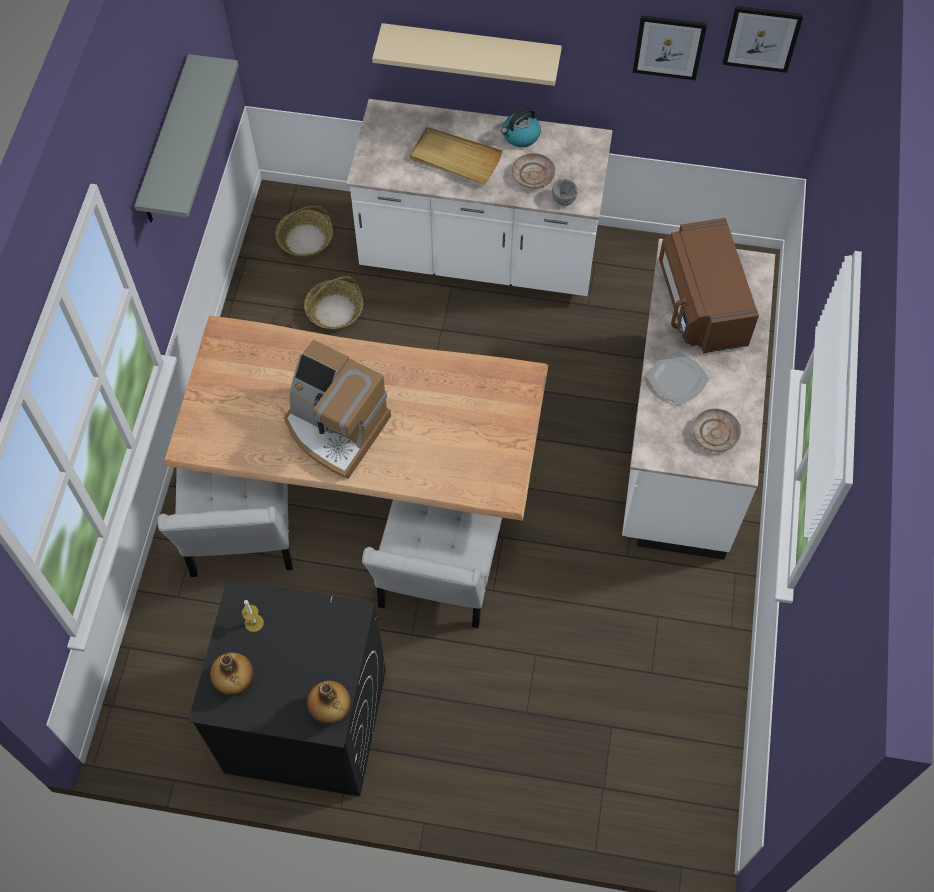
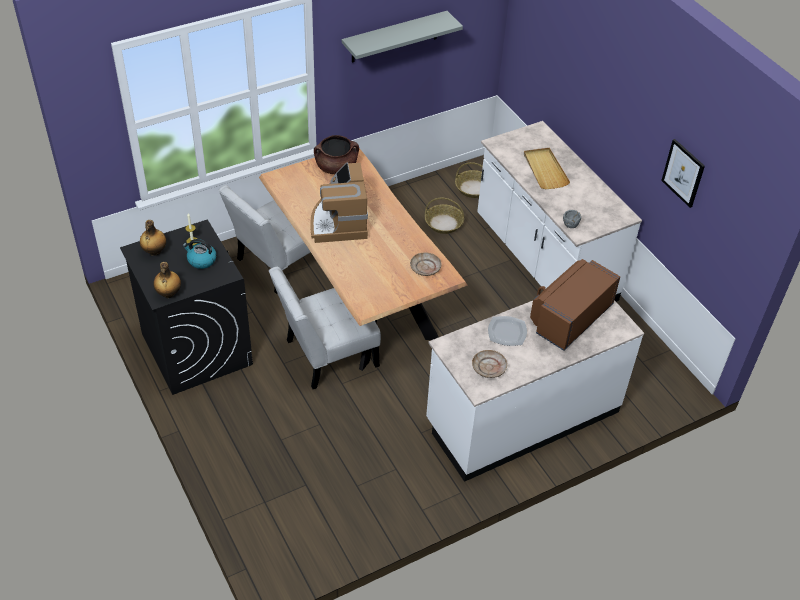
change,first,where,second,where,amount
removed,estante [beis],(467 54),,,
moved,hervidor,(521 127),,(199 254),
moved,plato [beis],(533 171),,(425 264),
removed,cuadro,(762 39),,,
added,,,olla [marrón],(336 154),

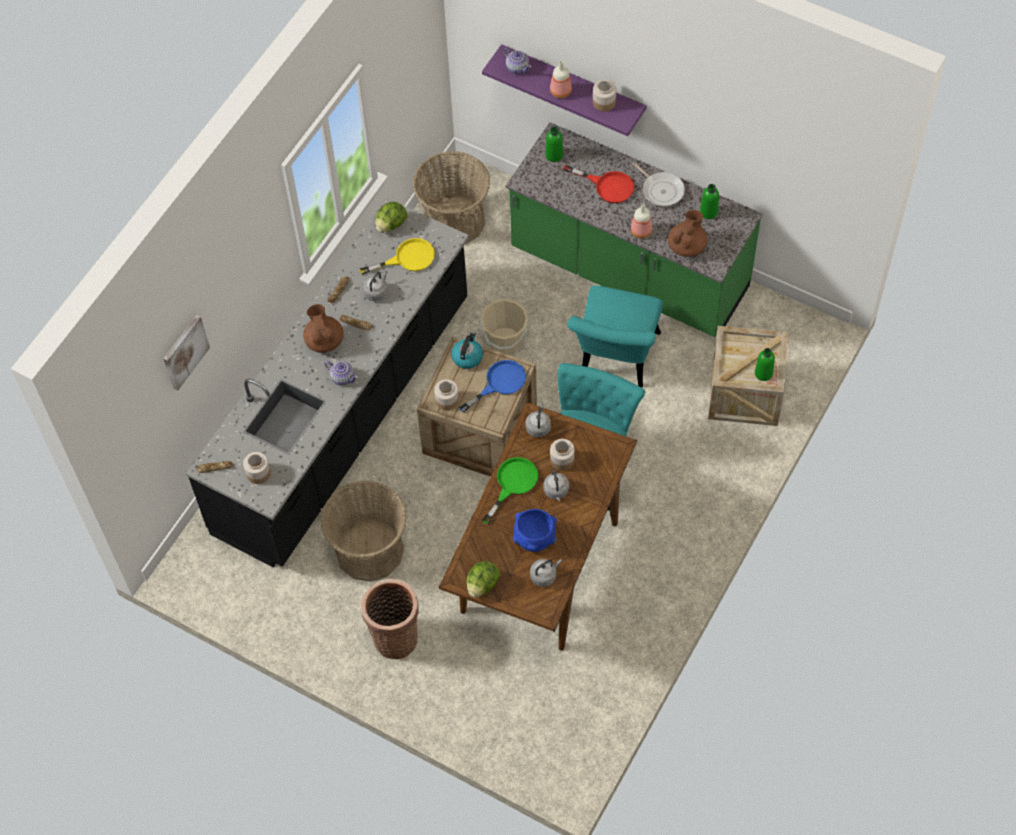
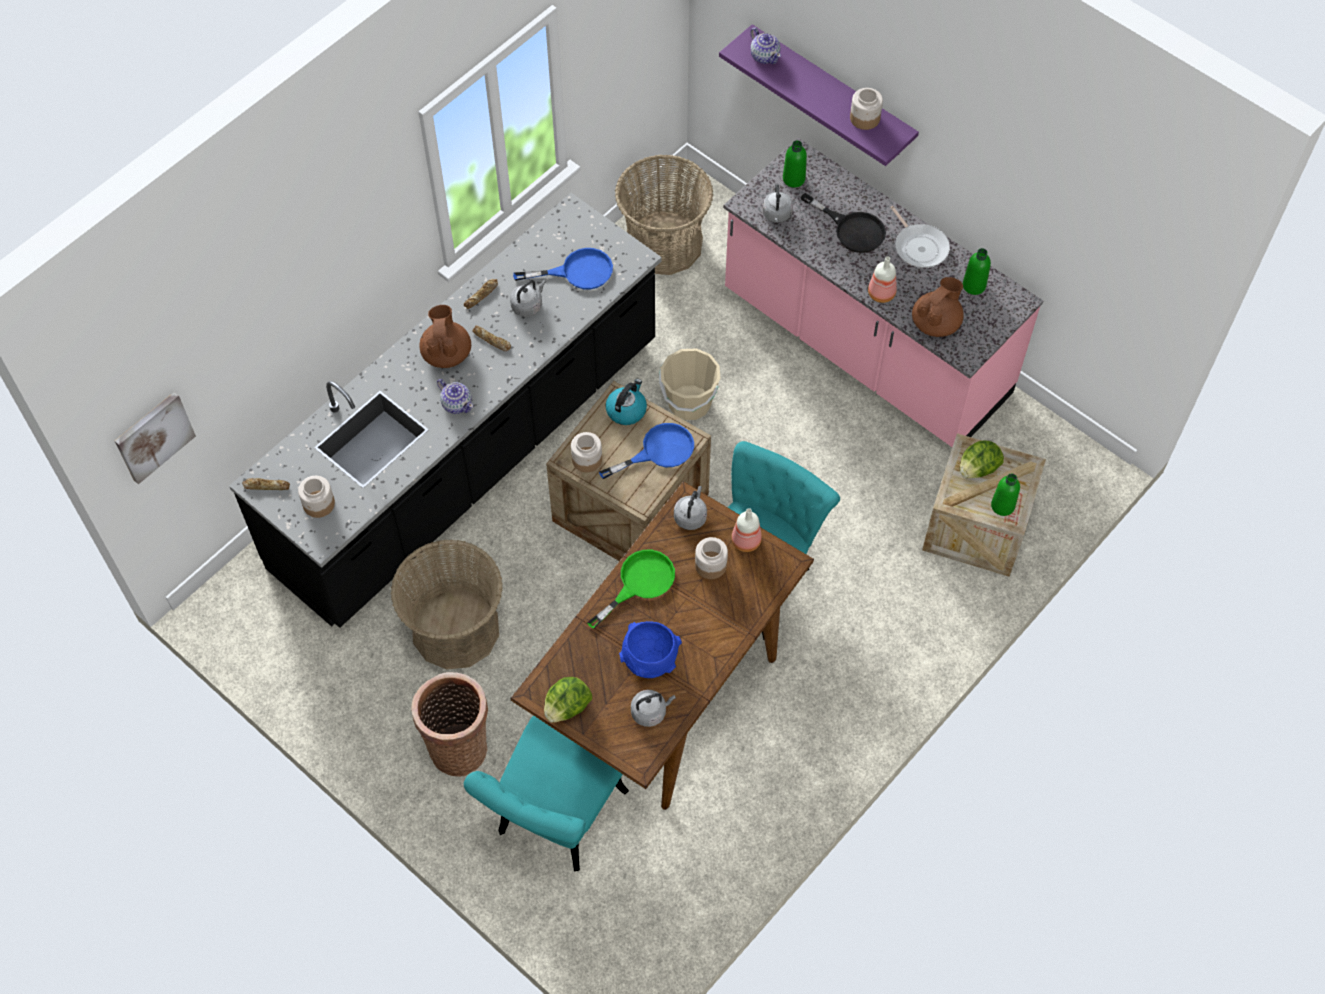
change,first,where,second,where,amount
moved,cuadro,(186 353),,(155 438),
recoloured,sartén [amarillo],(397 256),sartén [azul],(563 269),
moved,lechuga,(391 217),,(982 459),
recoloured,mueble bajo de cocina [verde],(634 229),mueble bajo de cocina [rosa],(883 292),
moved,hervidor [gris],(556 485),,(777 203),
moved,botella,(561 79),,(746 530),
recoloured,sartén [rojo],(598 184),sartén [negro],(843 223),
moved,silla [turquesa],(615 336),,(546 793),

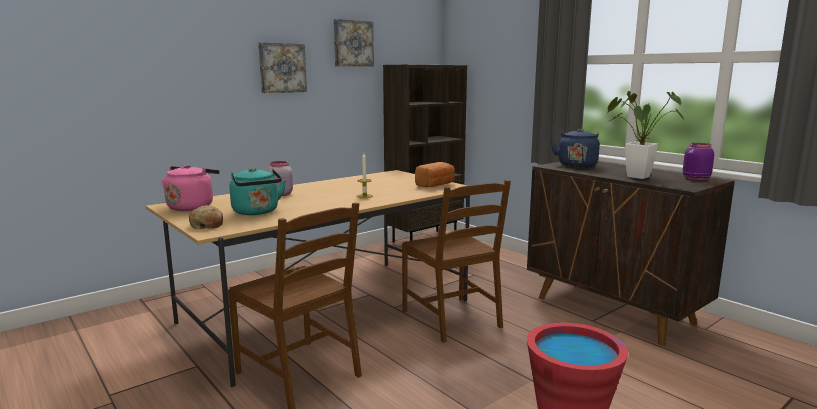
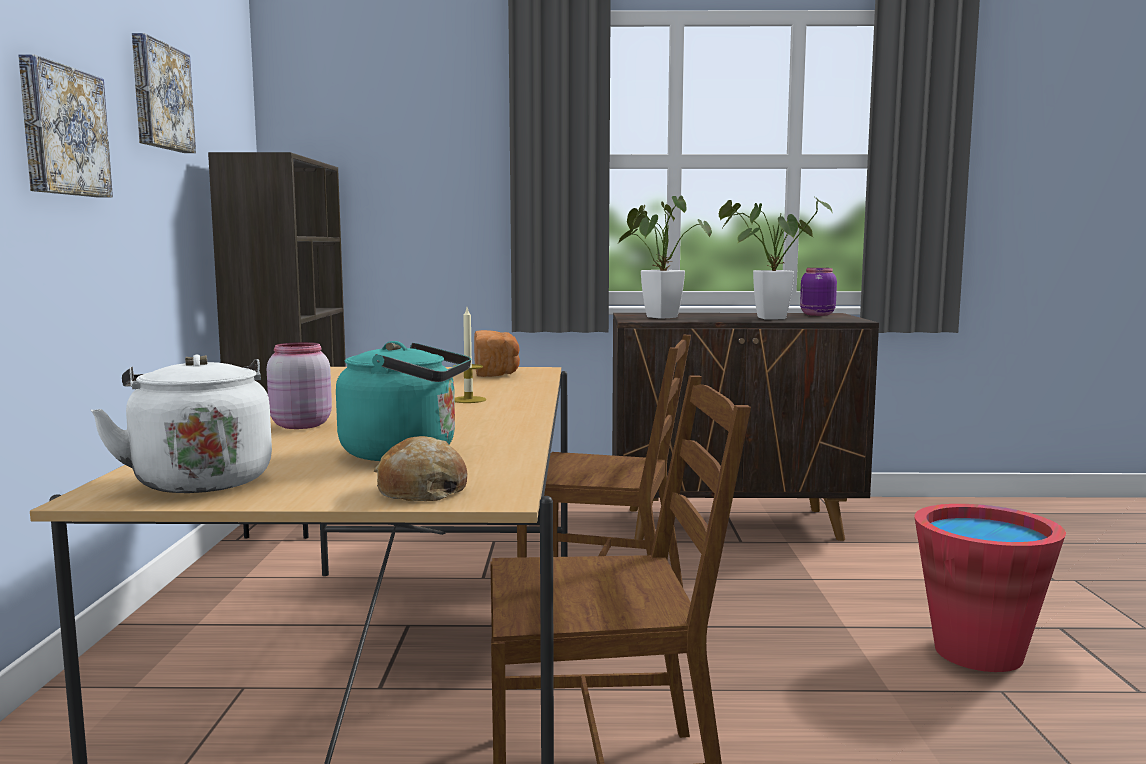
change,first,where,second,where,amount
recoloured,hervidor [rosa],(190 188),hervidor [blanco],(181 423),
replaced,hervidor [azul],(575 148),planta en maceta,(665 257),

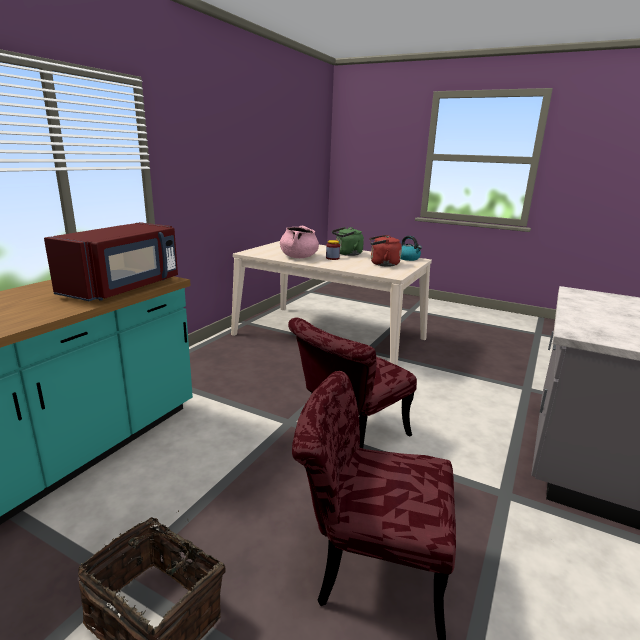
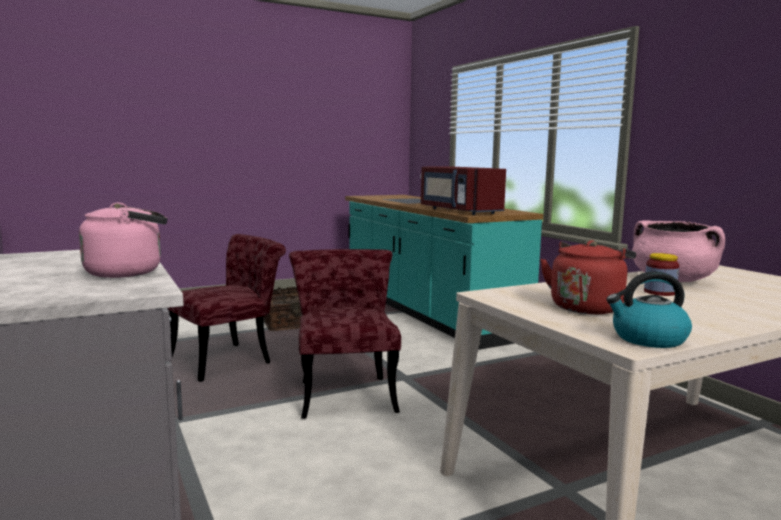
change,first,where,second,where,amount
removed,hervidor [verde],(348 241),,,
added,,,hervidor [rosa],(123 240),

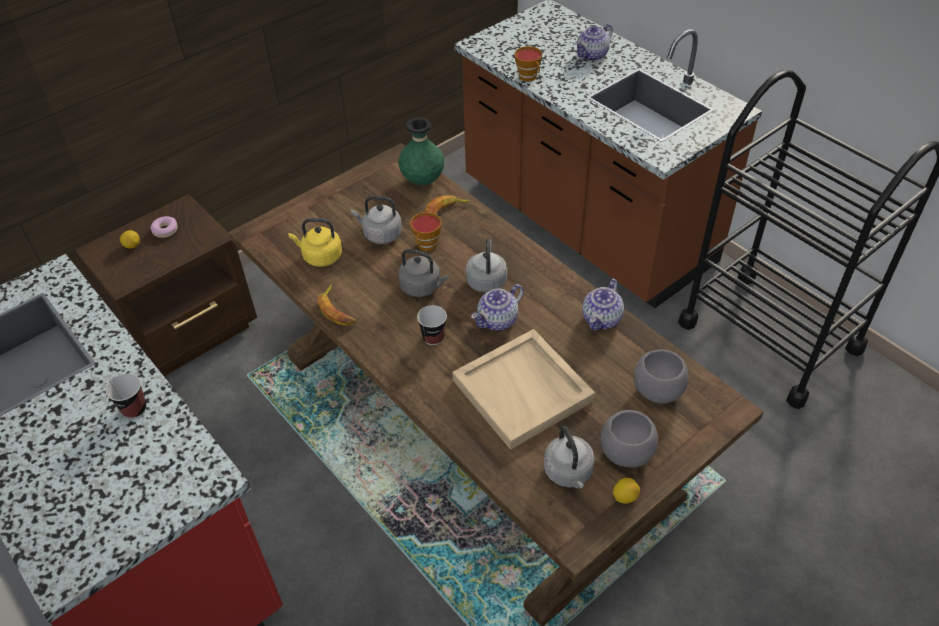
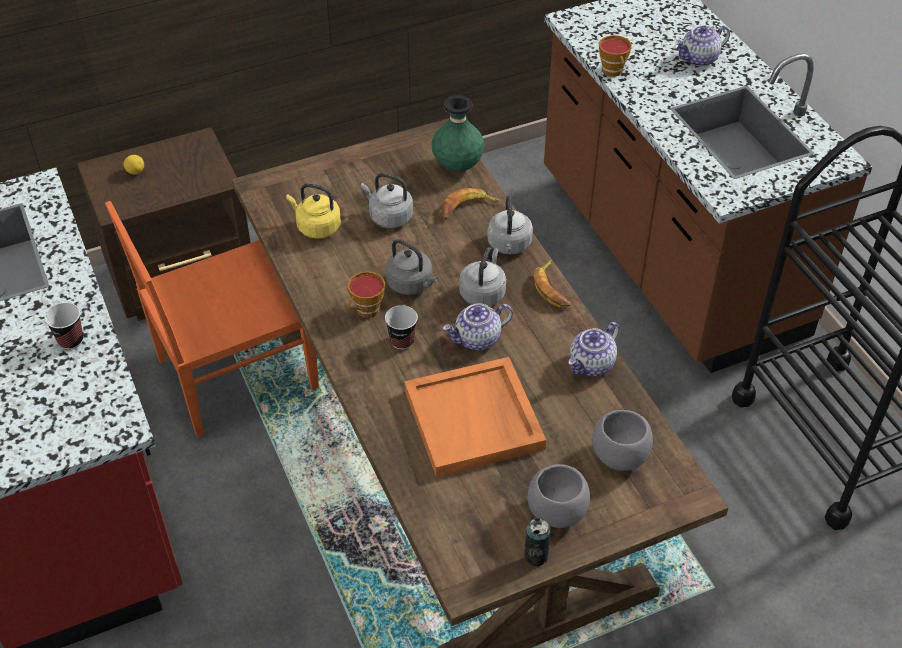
change,first,where,second,where,amount
removed,rosquilla,(164 227),,,
moved,plátano,(337 305),,(552 283),
moved,taza,(426 231),,(366 294),
recoloured,bandeja [beis],(523 389),bandeja [naranja],(475 417),
moved,hervidor [gris],(569 457),,(510 224),
replaced,limón,(626 491),lata,(537 542),
added,,,silla [naranja],(212 319),

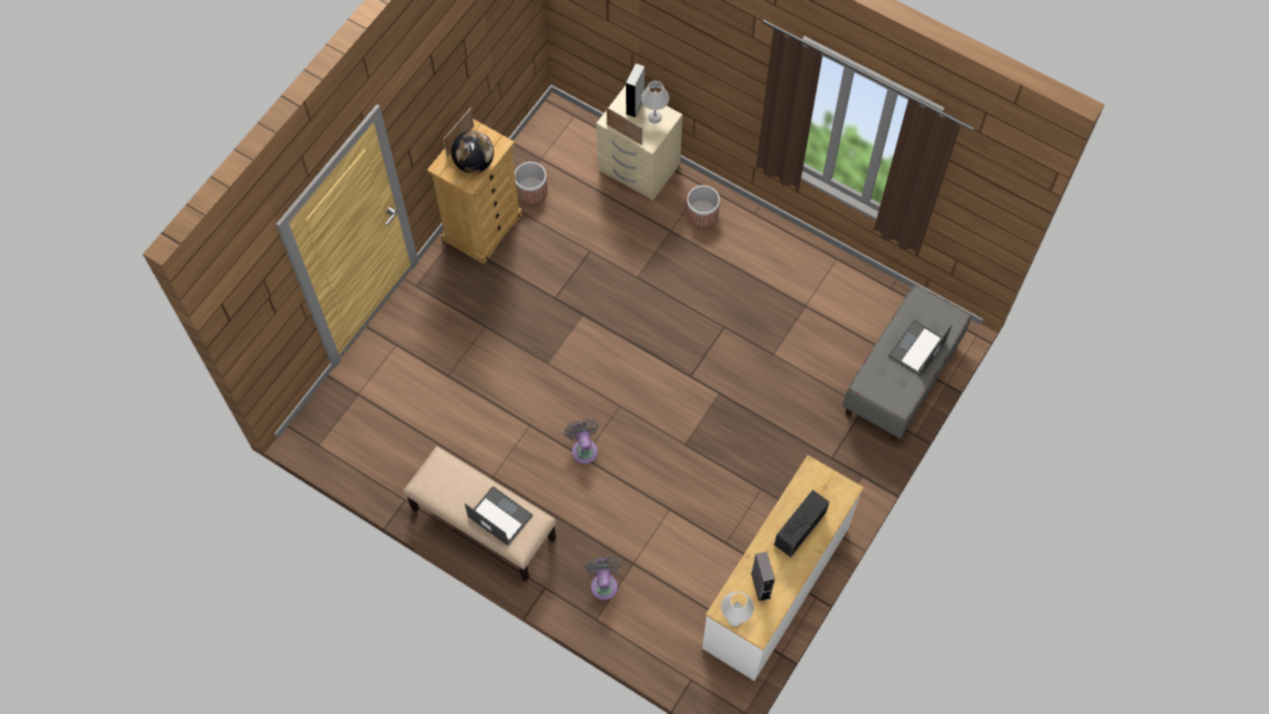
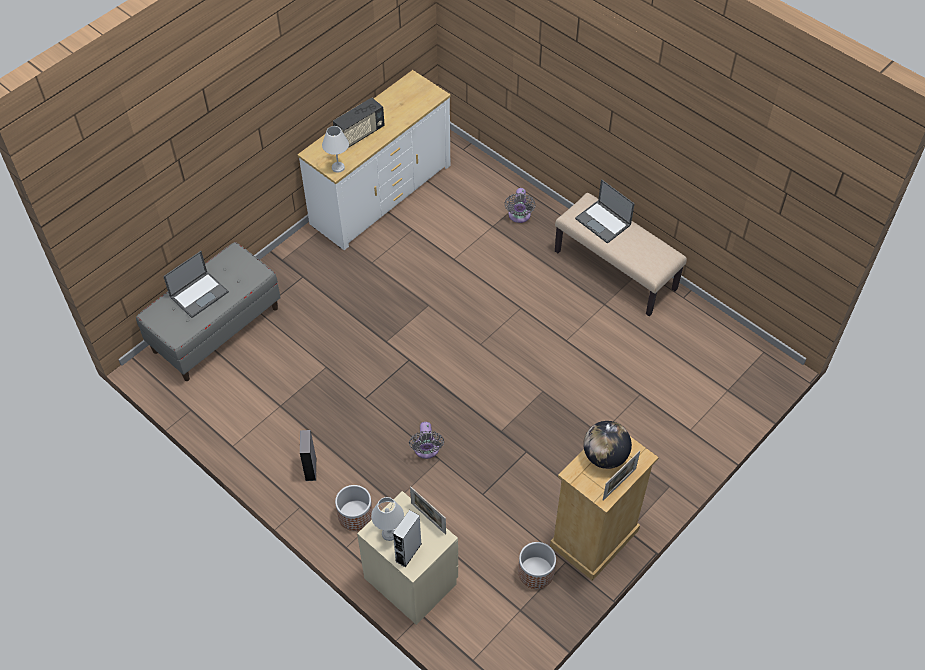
change,first,where,second,where,amount
moved,ventilador [gris],(581 441),,(426 440),
moved,lámpara de mesa [blanco],(737 609),,(335 149),
moved,altavoz [gris],(763 576),,(308 455),

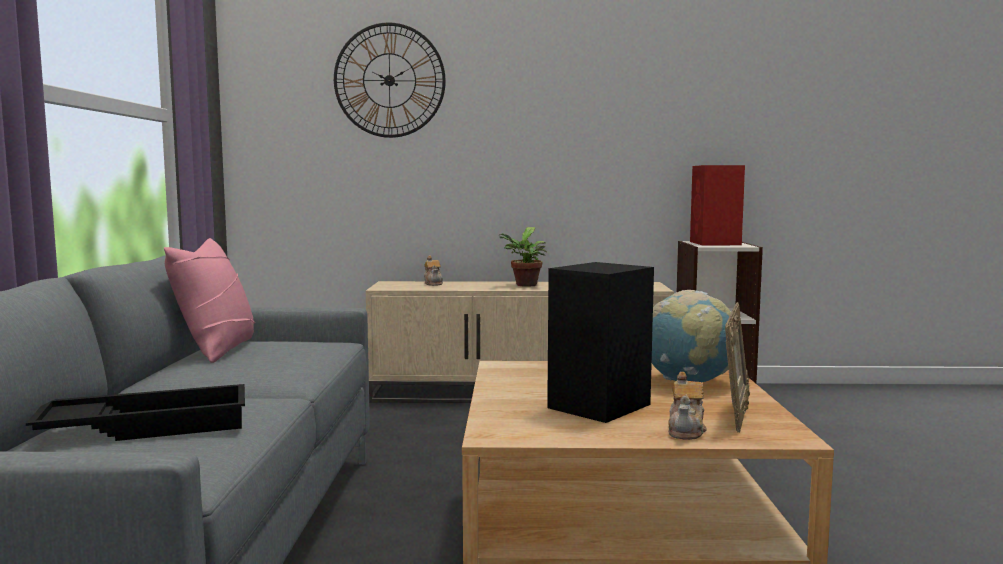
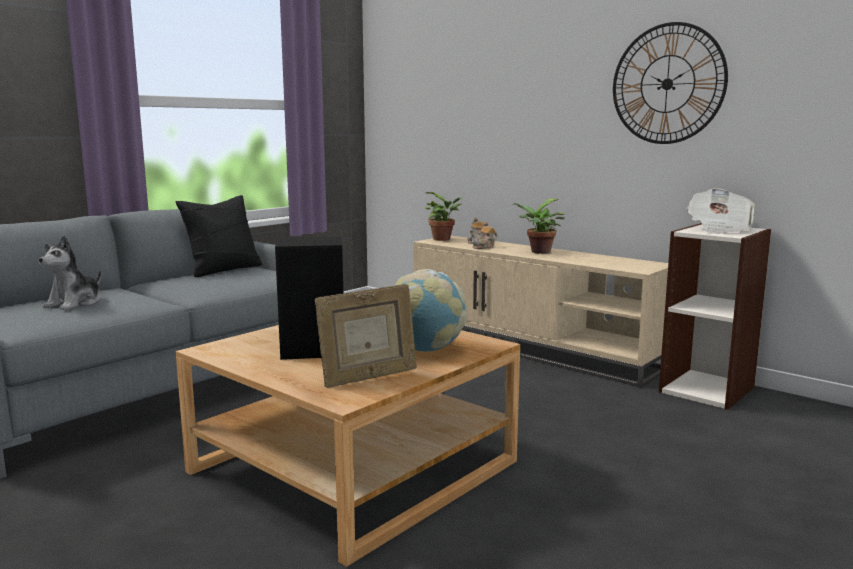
change,first,where,second,where,amount
replaced,bandeja [negro],(135 412),peluche,(70 272),
recoloured,cojín [rosa],(209 300),cojín [negro],(219 236),
moved,reloj de pared,(390 80),,(670 83),
moved,tetera,(687 406),,(484 235),
replaced,altavoz [rojo],(717 205),periódico,(720 211),
added,,,planta en maceta,(443 216),

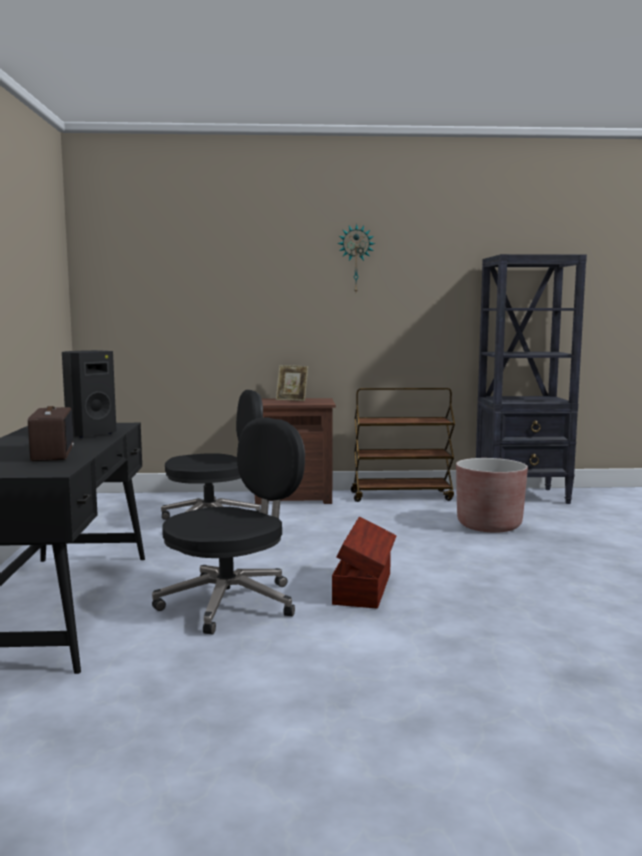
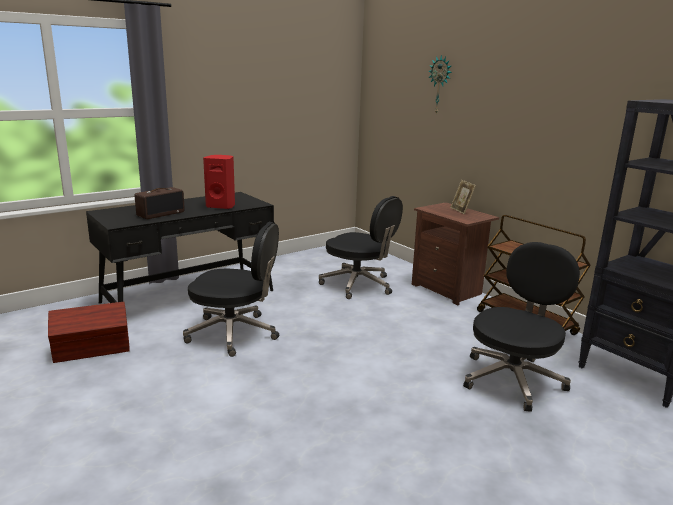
change,first,where,second,where,amount
recoloured,altavoz [negro],(89 394),altavoz [rojo],(219 182),
moved,caja de almacenaje [marrón],(364 562),,(89 332),
moved,reloj de pared,(356 258),,(440 84),
replaced,maceta [marrón],(492 495),silla de oficina [negro],(521 327),

